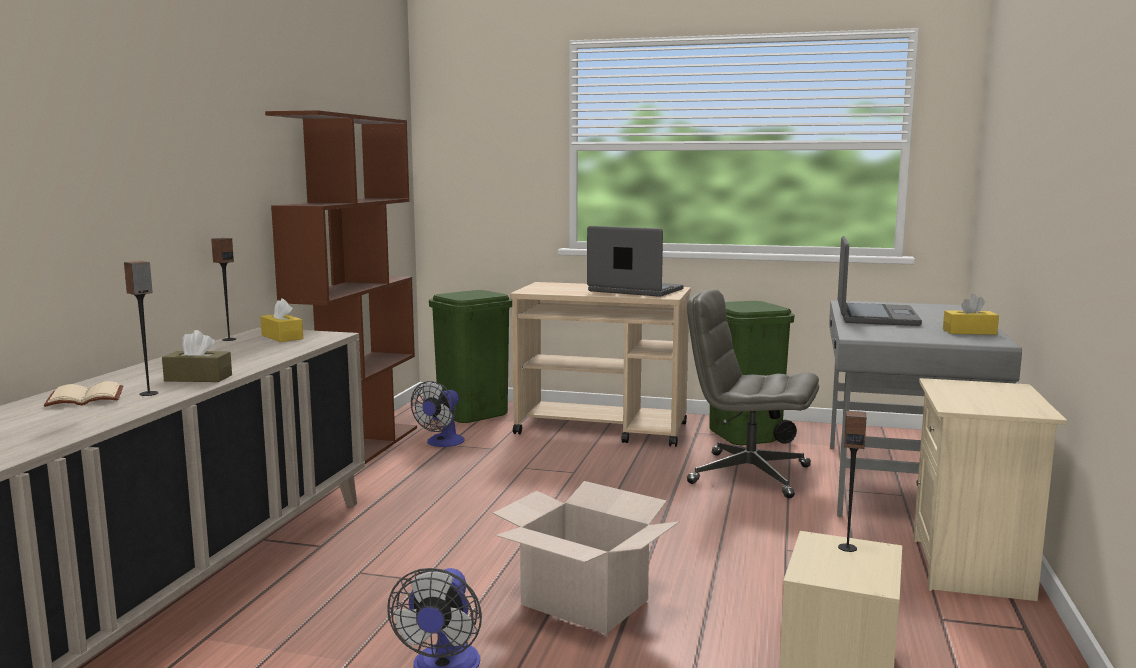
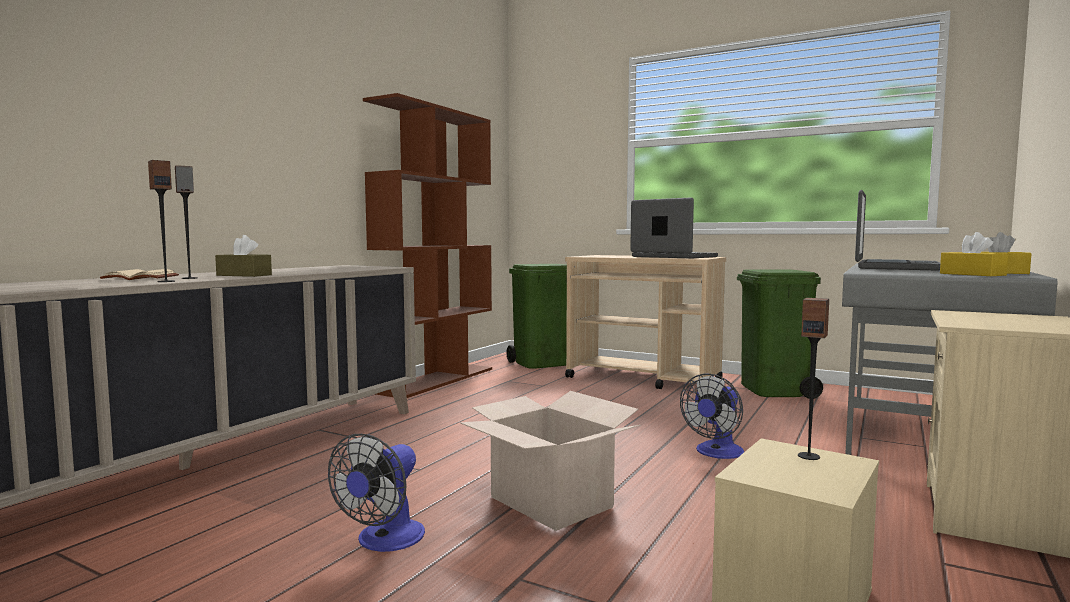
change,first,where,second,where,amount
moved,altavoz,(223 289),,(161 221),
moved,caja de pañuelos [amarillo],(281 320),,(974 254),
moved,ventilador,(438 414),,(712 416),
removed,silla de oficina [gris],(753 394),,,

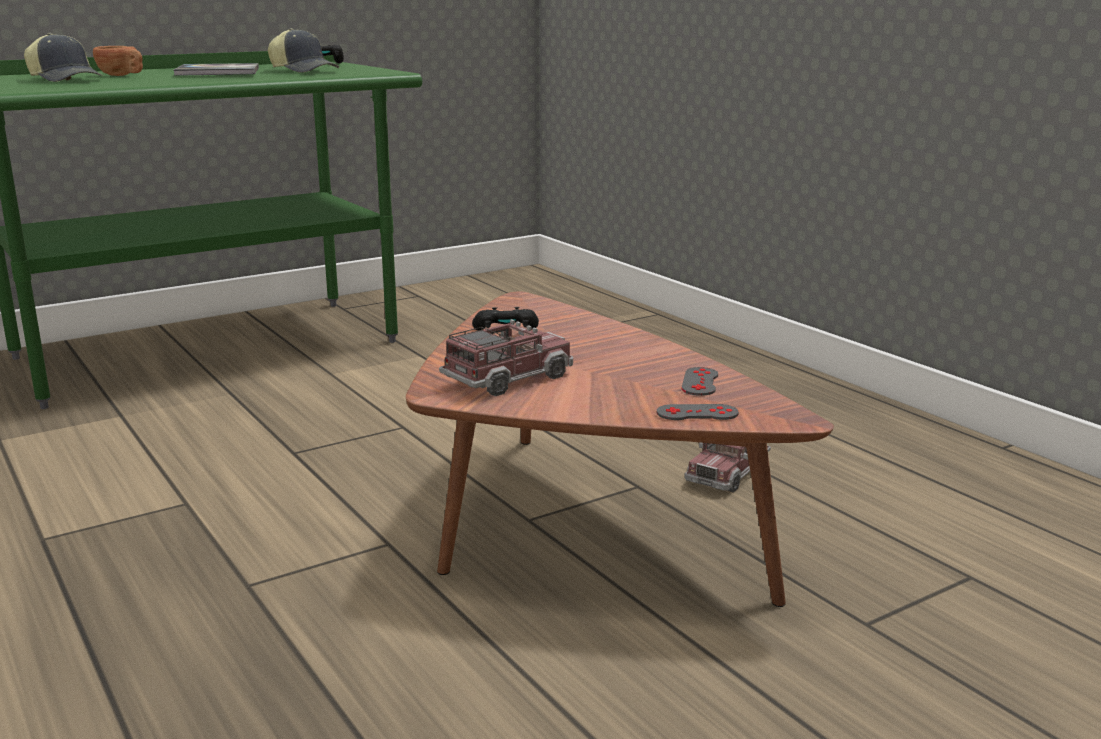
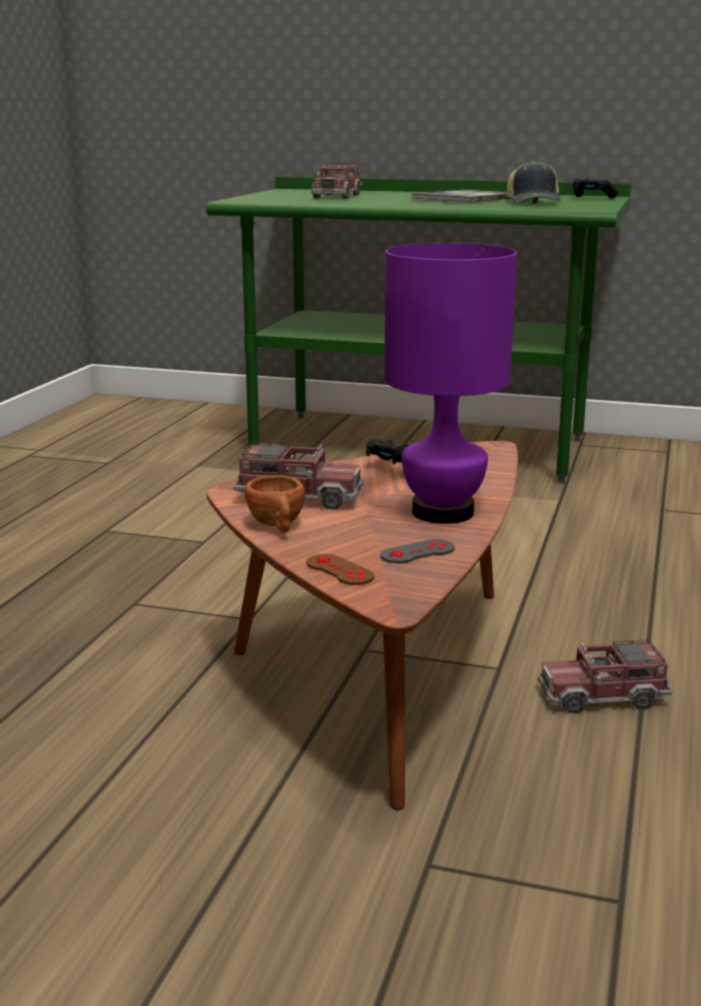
change,first,where,second,where,amount
replaced,gorra,(63 57),camión de juguete,(337 181),
moved,taza [marrón],(118 61),,(275 504),
recoloured,mando de consola [gris],(698 412),mando de consola [marrón],(340 569),
added,,,lámpara de mesa [morado],(451 383),

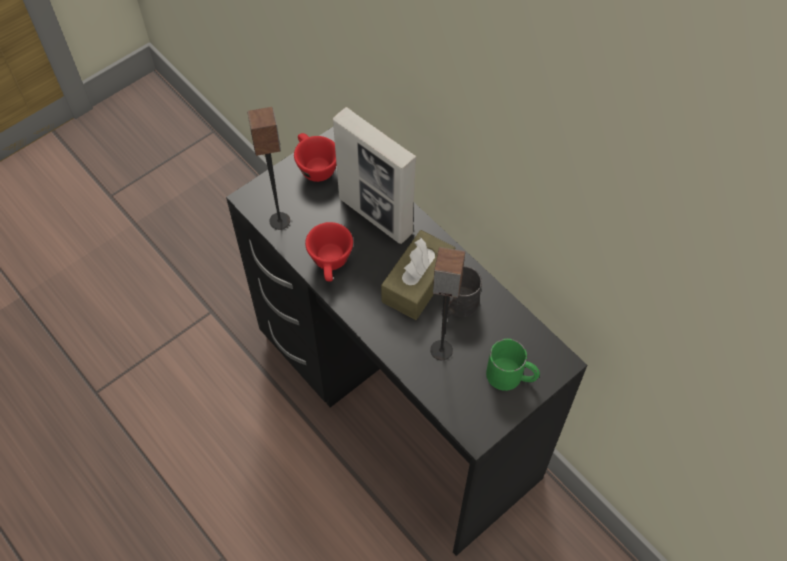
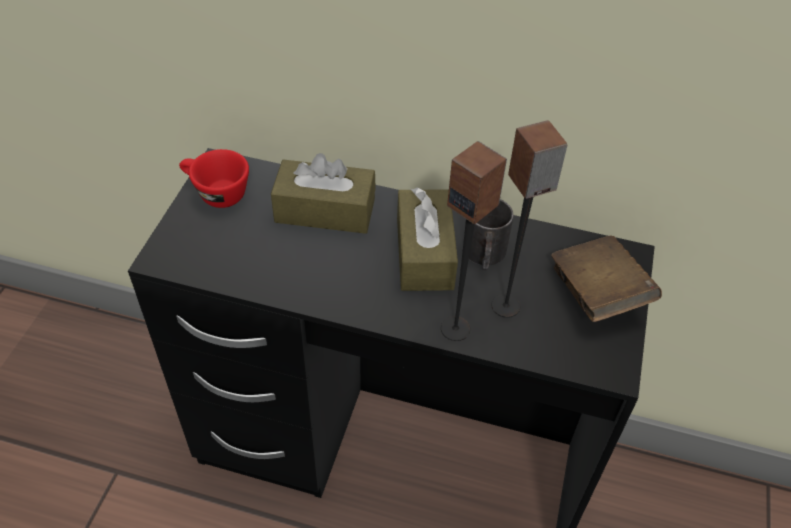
change,first,where,second,where,amount
moved,altavoz,(268 168),,(474 241),
removed,taza [rojo],(329 251),,,
replaced,portarretratos,(374 175),caja de pañuelos [marrón],(323 193),
replaced,taza grande [verde],(513 365),libro [marrón],(606 279),

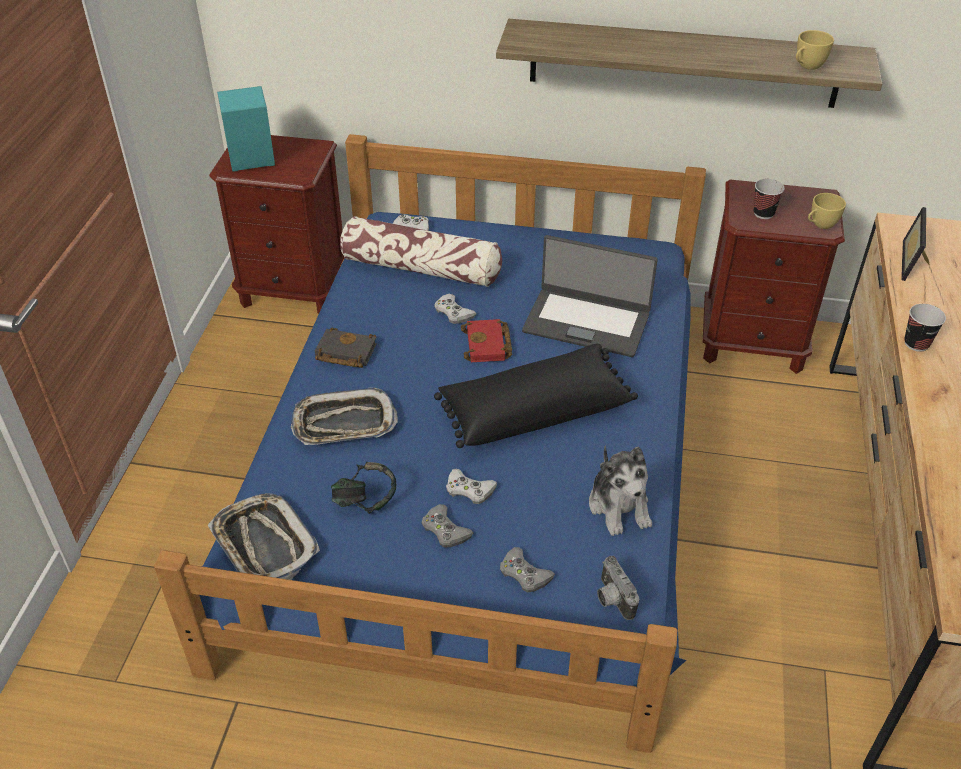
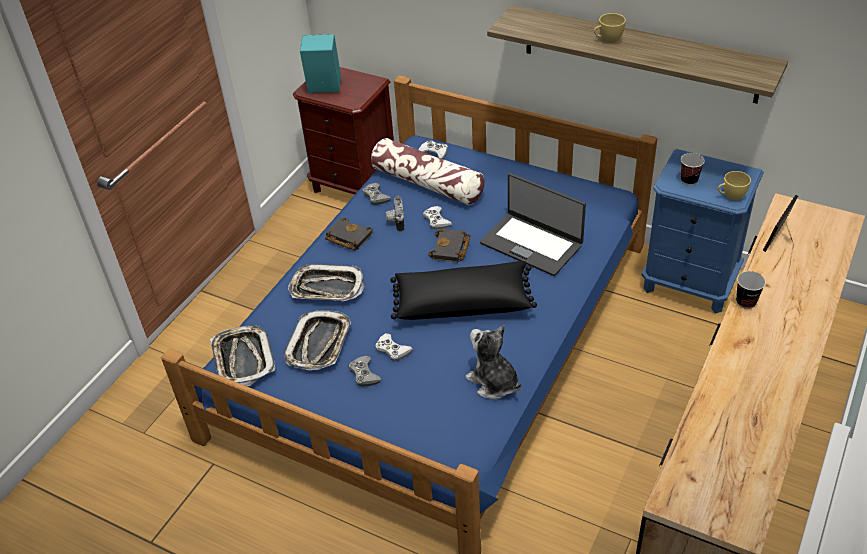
change,first,where,second,where,amount
replaced,auriculares,(363 488),bandeja,(317 340),
recoloured,libro [rojo],(486 340),libro [negro],(449 245),
moved,mando de consola [gris],(527 569),,(377 194),
turned,peluche,(620 490),,(493 362),135 degrees clockwise
moved,cámara,(618 588),,(395 214),
recoloured,mesita de noche [marrón],(774 277),mesita de noche [azul],(703 231),
moved,taza [amarillo],(815 50),,(610 28),

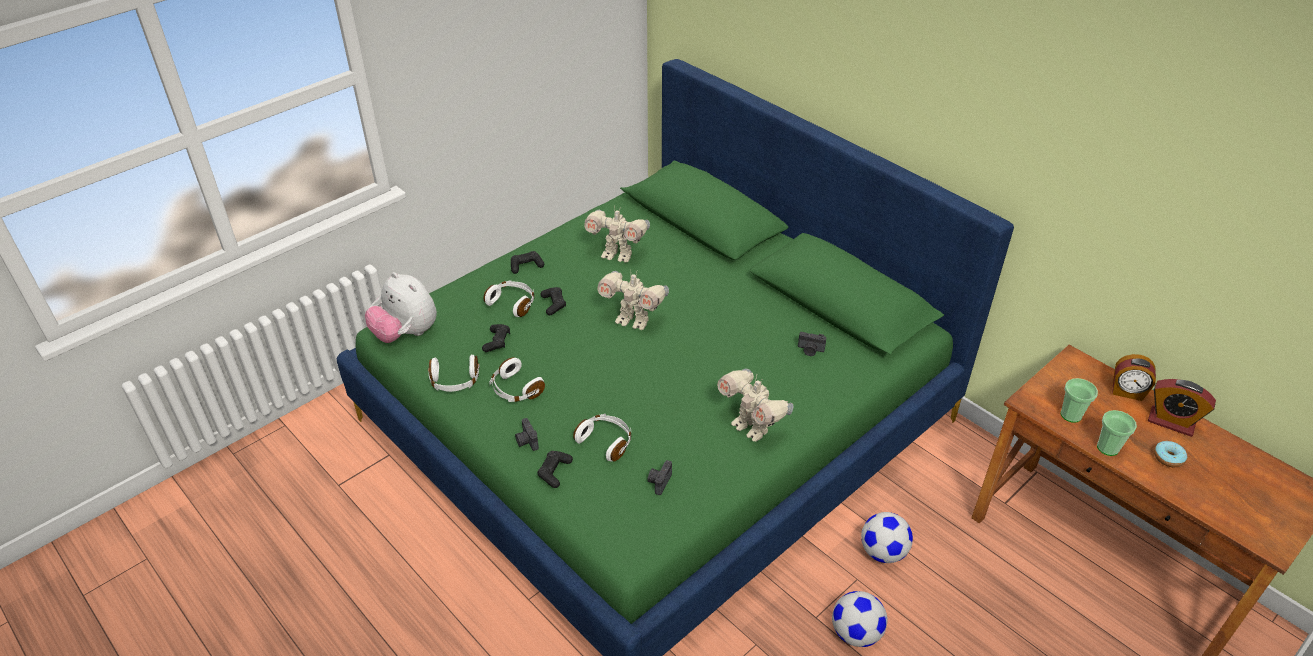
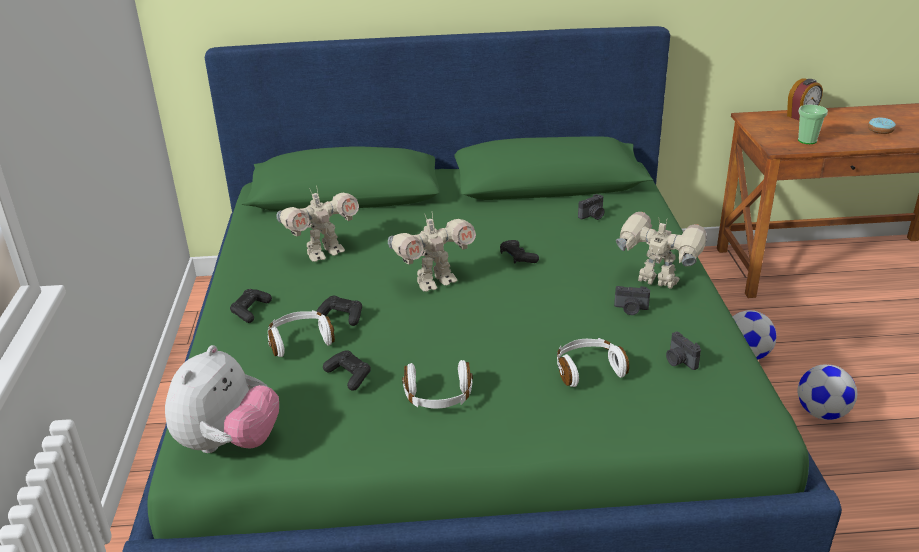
change,first,where,second,where,amount
turned,peluche,(401 307),,(222 399),60 degrees counterclockwise
removed,auriculares [blanco],(454 373),,,
moved,cámara,(527 434),,(632 300),
moved,mando de consola [negro],(555 469),,(519 251),
turned,robot de juguete,(755 405),,(661 250),150 degrees counterclockwise
removed,taza,(1117 433),,,
removed,despertador,(1182 408),,,

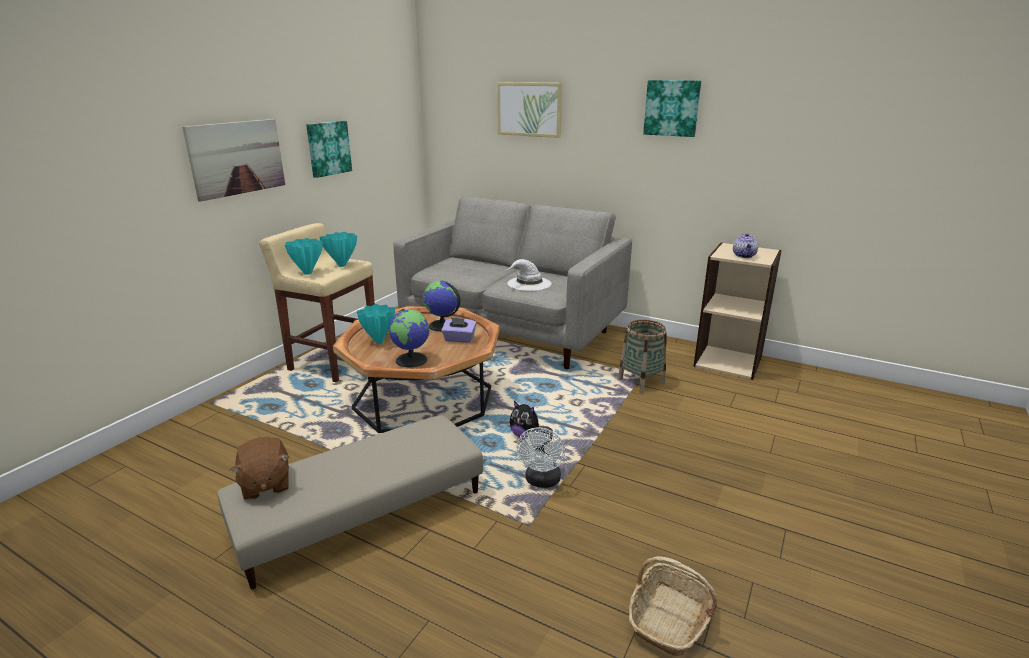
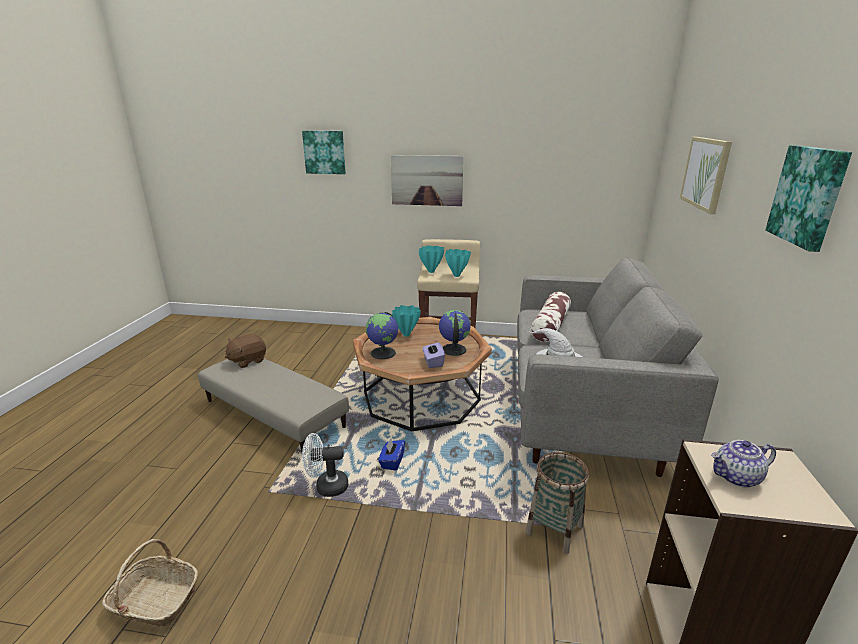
change,first,where,second,where,amount
moved,cuadro,(329 149),,(324 152),
replaced,peluche,(526 420),caja de pañuelos [azul],(391 454),
added,,,cojín,(550 317),

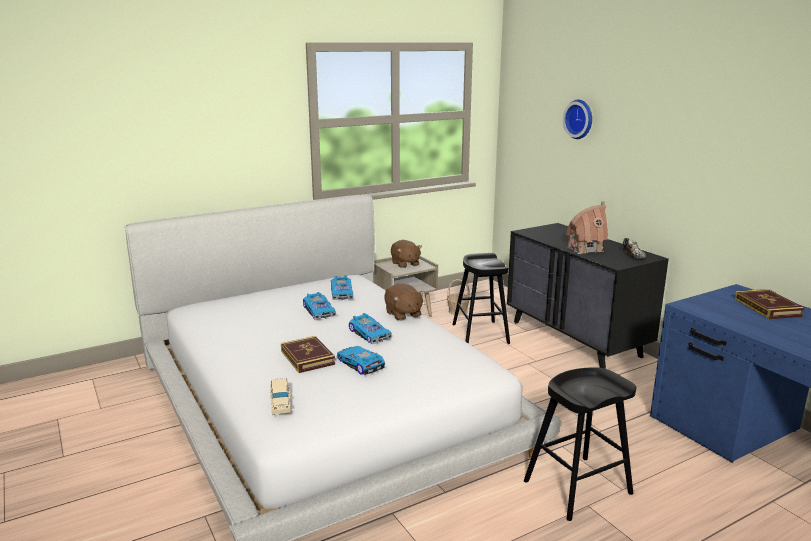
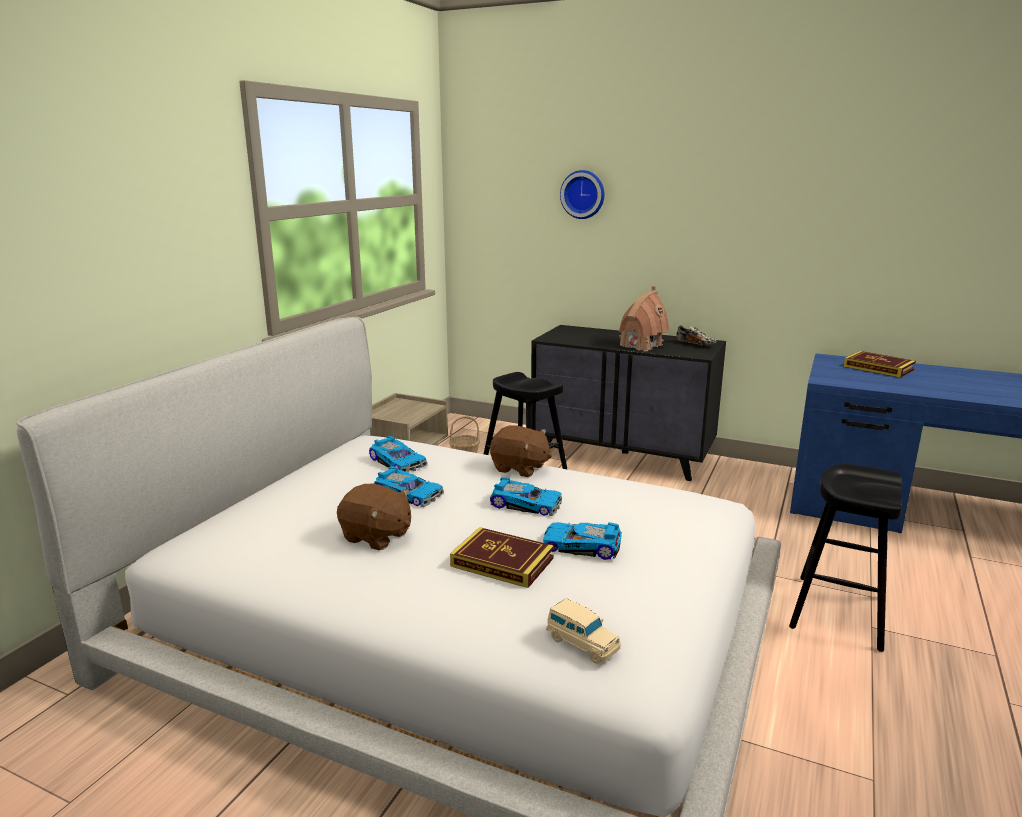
change,first,where,second,where,amount
moved,peluche [marrón],(406 254),,(374 517),

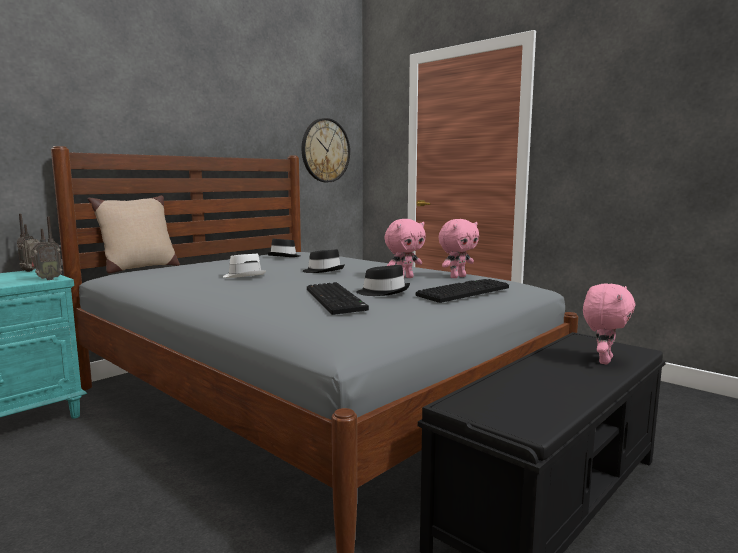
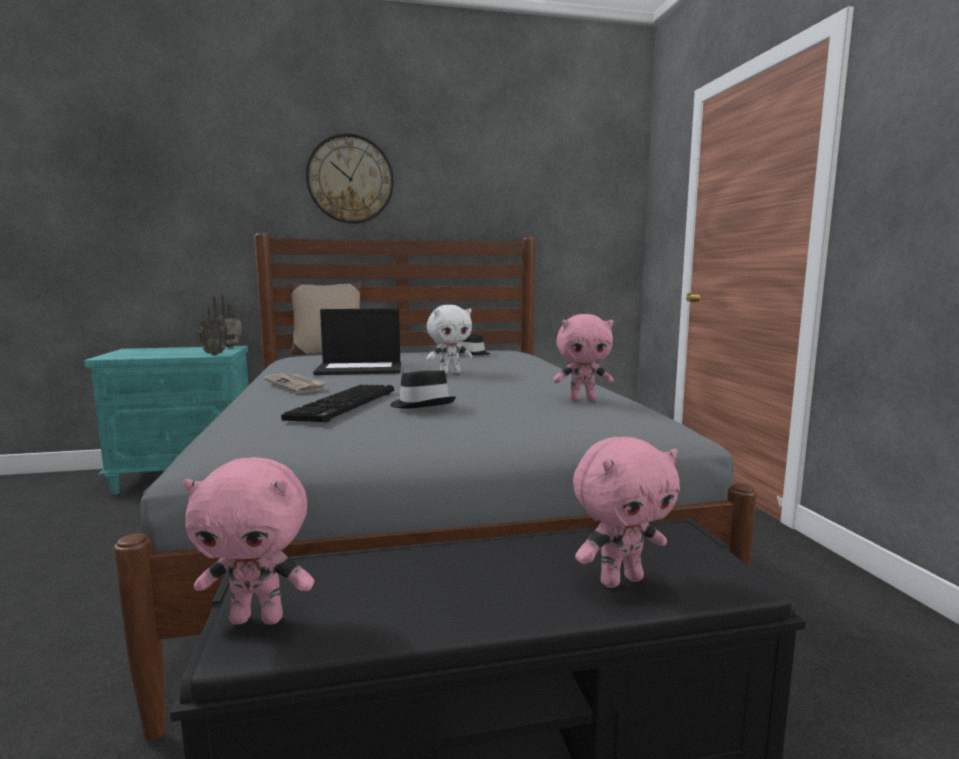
change,first,where,second,where,amount
replaced,sombrero [blanco],(244 266),portátil,(357 342),
moved,reloj de pared,(326 150),,(350 178),
replaced,sombrero [negro],(324 261),peluche [blanco],(449 339),
moved,peluche [rosa],(405 248),,(248 541),
removed,teclado,(462 291),,,
added,,,periódico,(295 383),

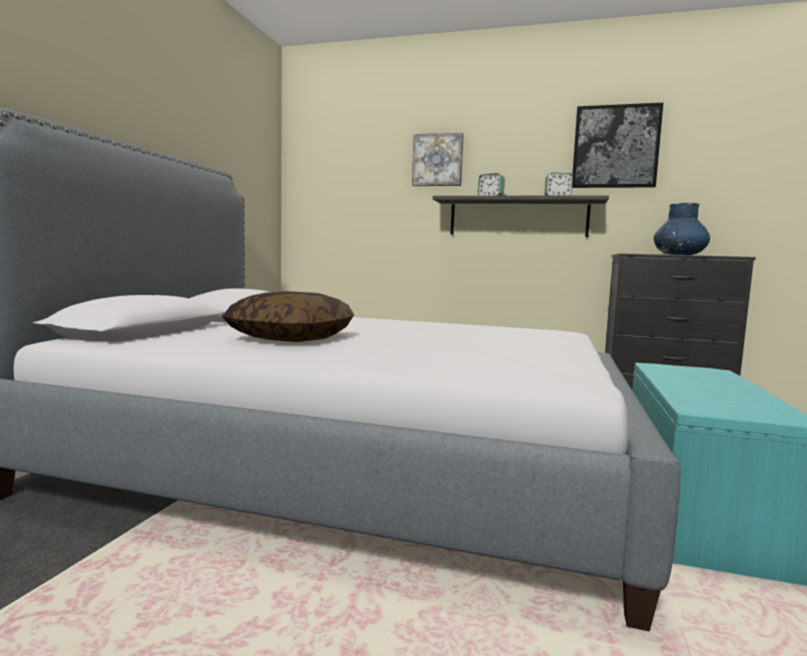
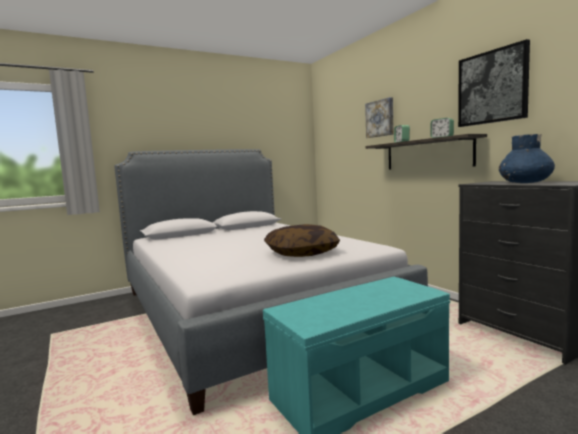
change,first,where,second,where,amount
moved,cojín,(288 316),,(302 240),

